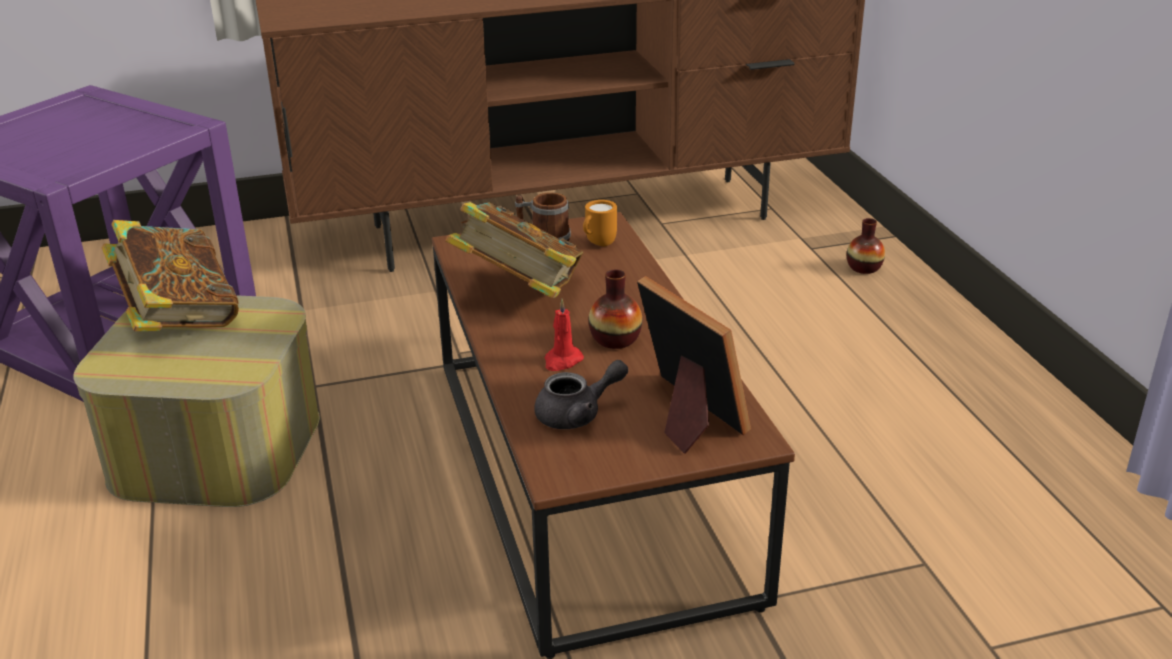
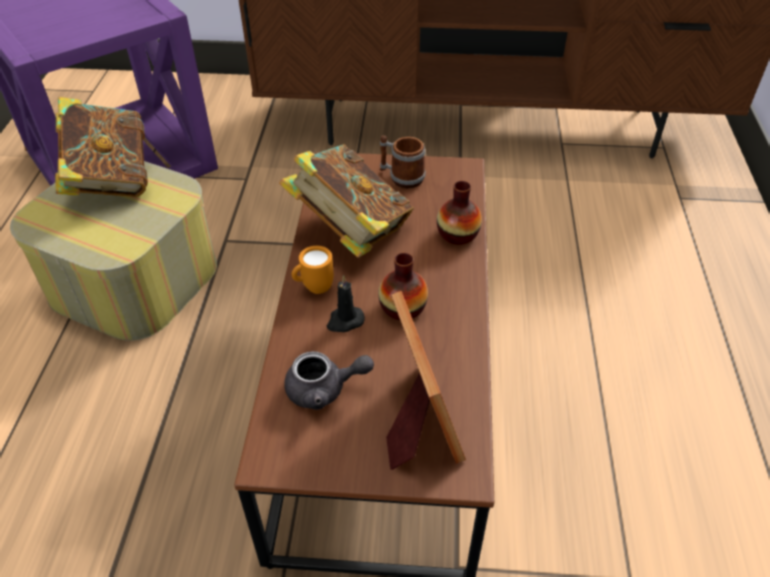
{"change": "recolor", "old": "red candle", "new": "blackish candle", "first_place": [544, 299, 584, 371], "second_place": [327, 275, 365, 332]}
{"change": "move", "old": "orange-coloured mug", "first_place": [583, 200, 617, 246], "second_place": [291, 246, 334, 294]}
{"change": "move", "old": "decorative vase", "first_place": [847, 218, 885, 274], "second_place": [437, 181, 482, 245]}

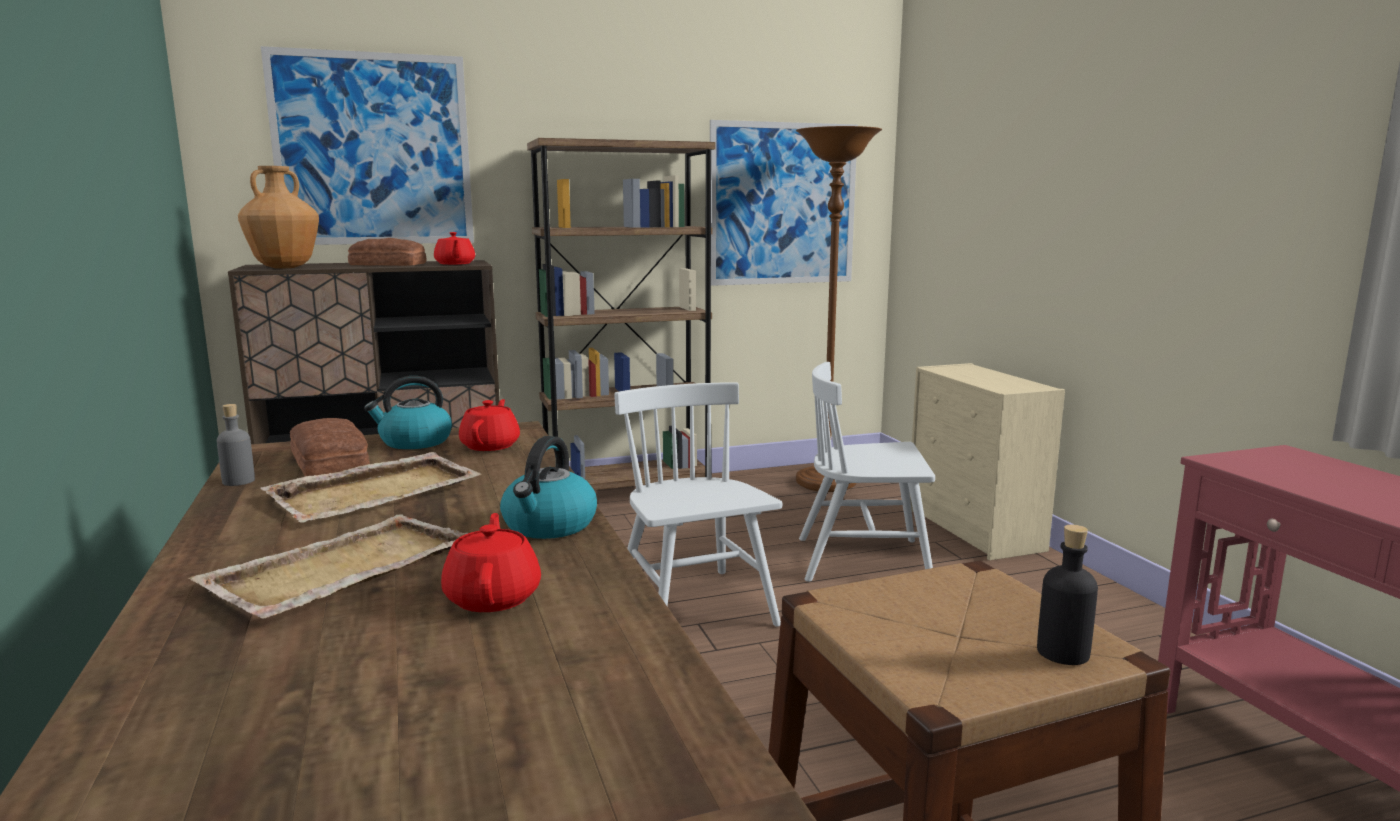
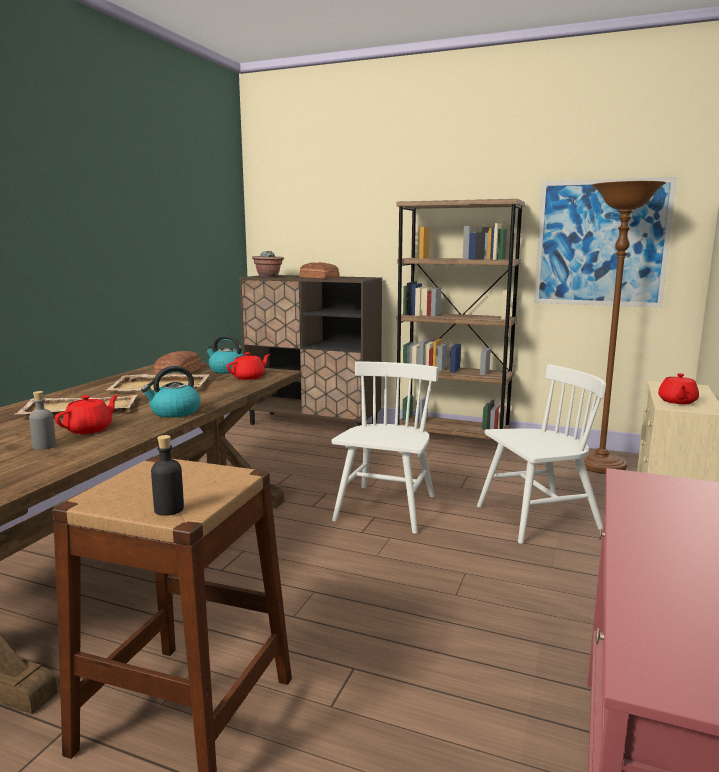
{"change": "move", "old": "gray drink bottle", "first_place": [217, 404, 255, 486], "second_place": [29, 391, 56, 450]}
{"change": "replace", "old": "brownish decorative vase", "new": "houseplant", "first_place": [238, 166, 319, 269], "second_place": [252, 251, 284, 277]}
{"change": "delete", "old": "picture", "first_place": [261, 46, 474, 245]}
{"change": "move", "old": "red teapot", "first_place": [434, 232, 475, 265], "second_place": [658, 373, 699, 404]}
{"change": "rotate", "old": "white-coloured upright chair", "first_place": [799, 362, 935, 582], "second_place": [477, 364, 606, 544], "degrees": 120}

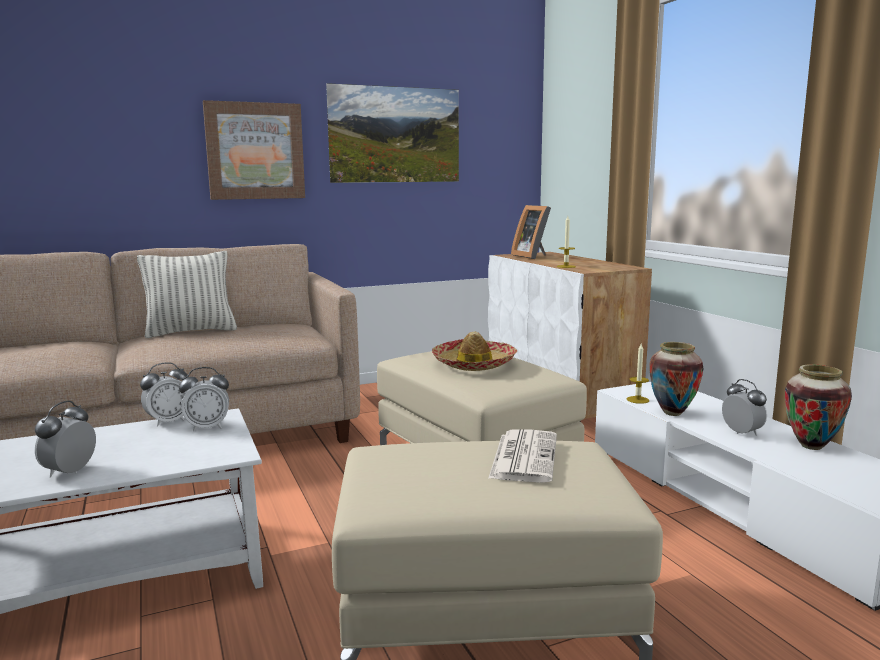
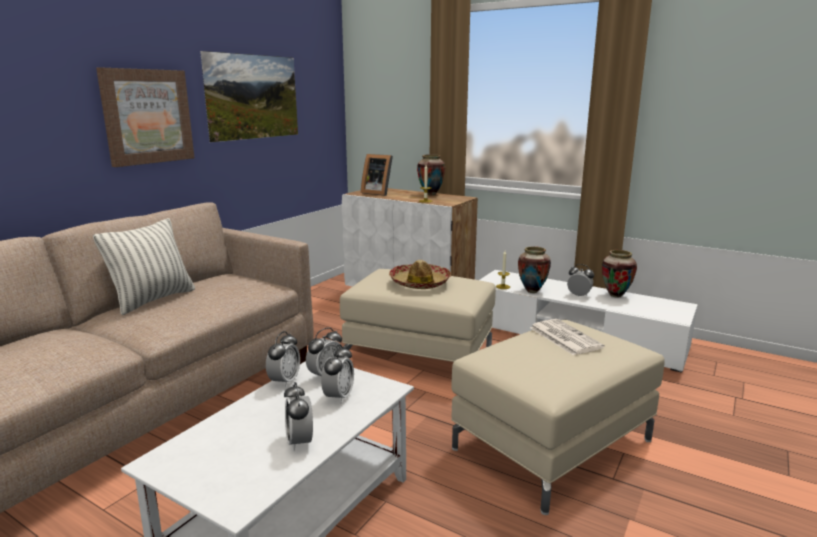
{"change": "insert", "new": "bedside clock", "second_place": [321, 344, 354, 404]}
{"change": "insert", "new": "decorative vase", "second_place": [417, 154, 445, 195]}

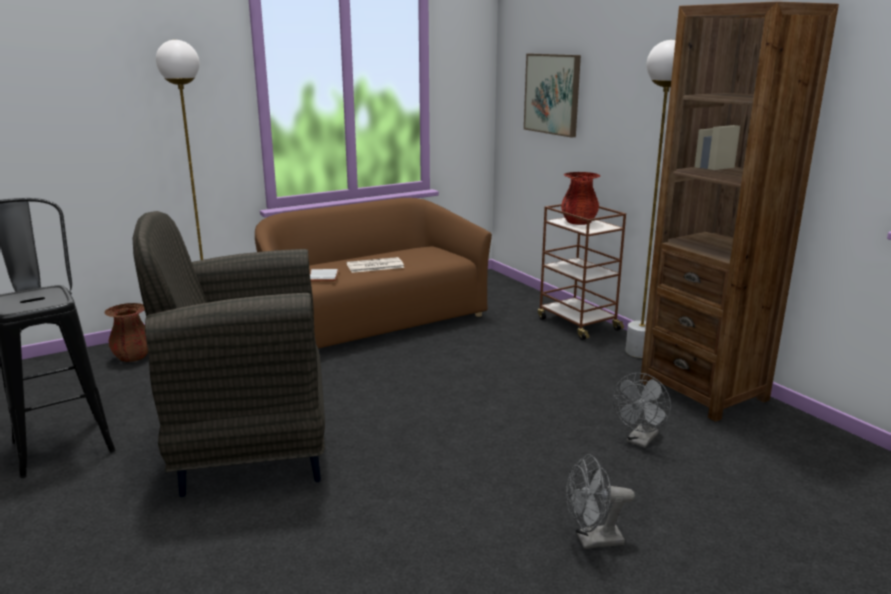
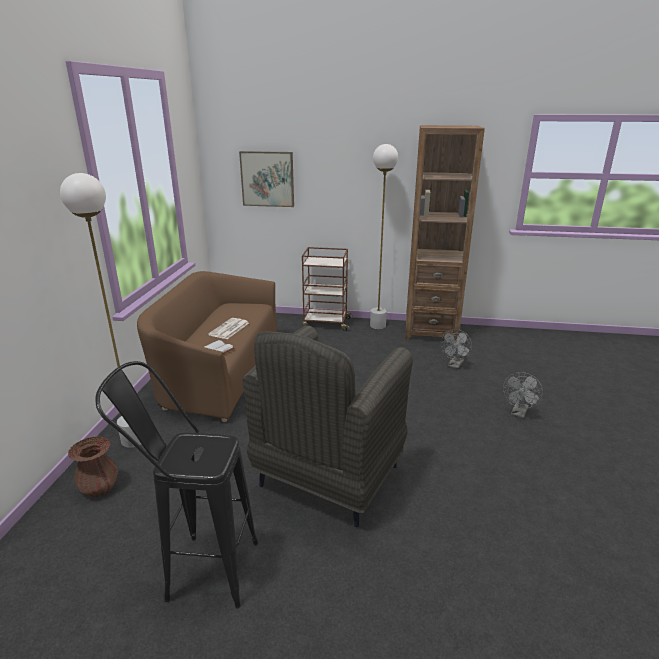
{"change": "delete", "old": "red decorative vase", "first_place": [561, 172, 601, 225]}
{"change": "rotate", "old": "gray fan", "first_place": [613, 373, 671, 448], "second_place": [441, 329, 472, 369], "degrees": 45}

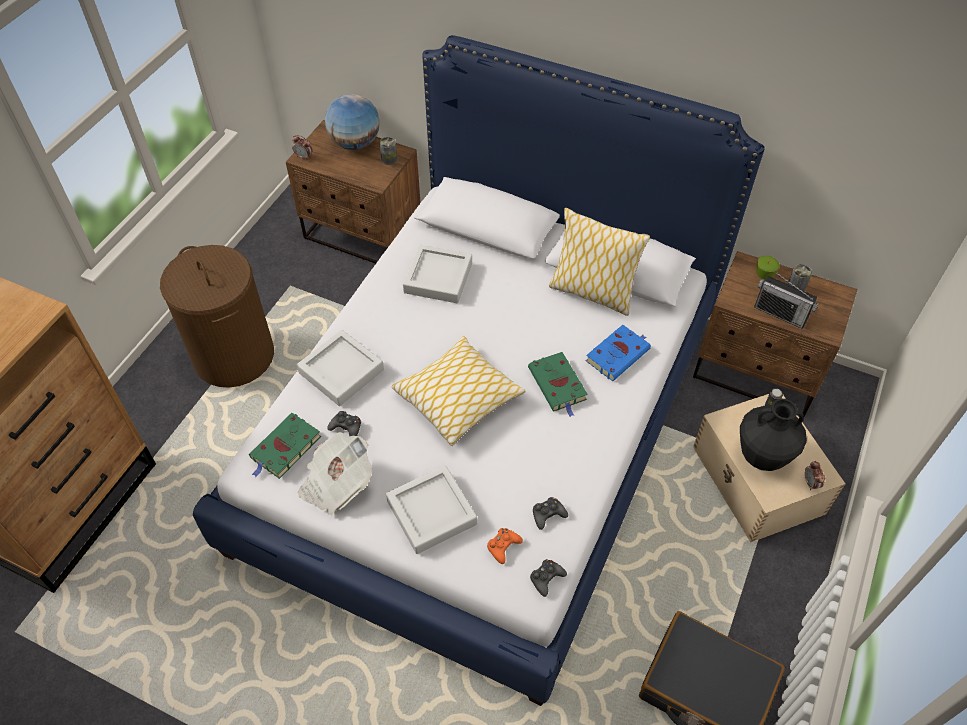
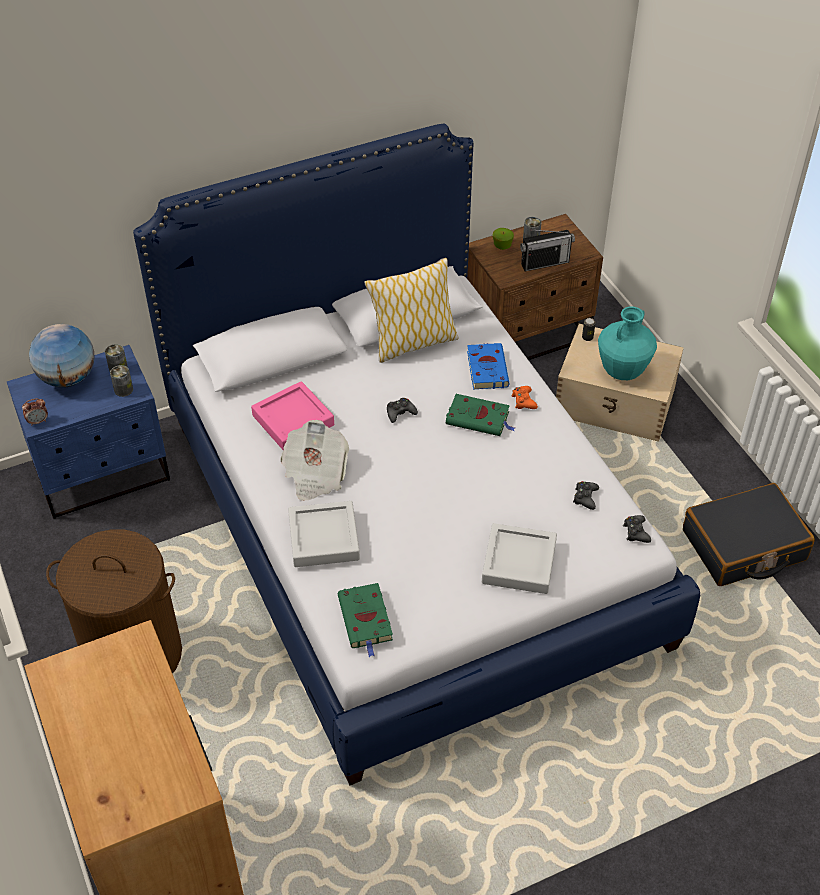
{"change": "recolor", "old": "brownish bedside table", "new": "blue-coloured bedside table", "first_place": [286, 120, 421, 264], "second_place": [7, 345, 170, 519]}
{"change": "move", "old": "printed paper", "first_place": [298, 432, 372, 515], "second_place": [280, 420, 349, 501]}
{"change": "move", "old": "blackish joypad", "first_place": [327, 411, 361, 436], "second_place": [387, 398, 418, 423]}
{"change": "delete", "old": "cushion", "first_place": [392, 336, 525, 446]}
{"change": "recolor", "old": "gray serving tray", "new": "pink serving tray", "first_place": [403, 245, 472, 303], "second_place": [251, 381, 334, 450]}
{"change": "move", "old": "orange-coloured joypad", "first_place": [487, 528, 523, 564], "second_place": [512, 386, 538, 409]}
{"change": "recolor", "old": "blackish decorative vase", "new": "blue-green decorative vase", "first_place": [740, 398, 807, 471], "second_place": [598, 306, 657, 380]}
{"change": "delete", "old": "bedside clock", "first_place": [805, 461, 825, 490]}
{"change": "insert", "new": "can", "second_place": [110, 365, 133, 397]}

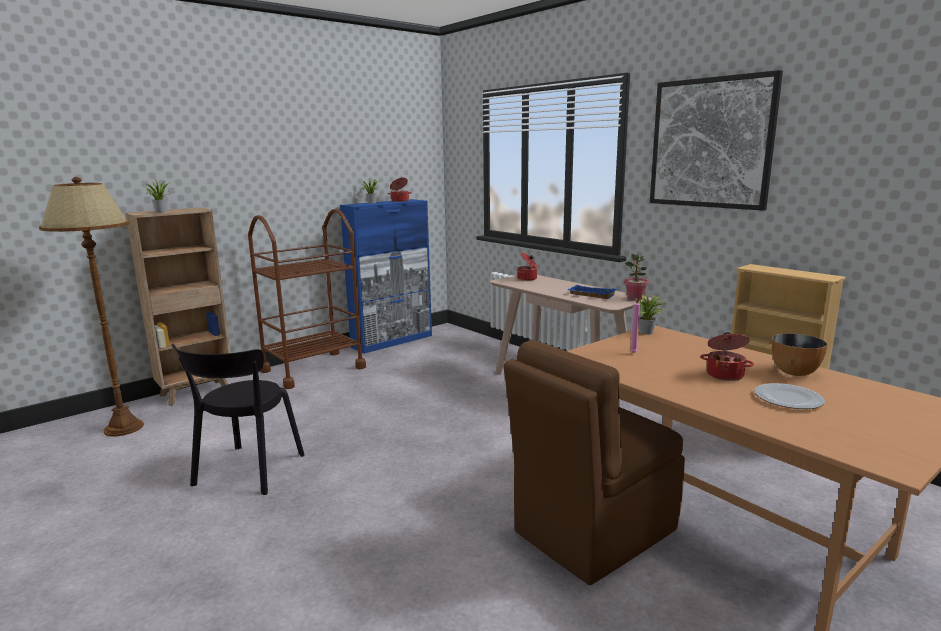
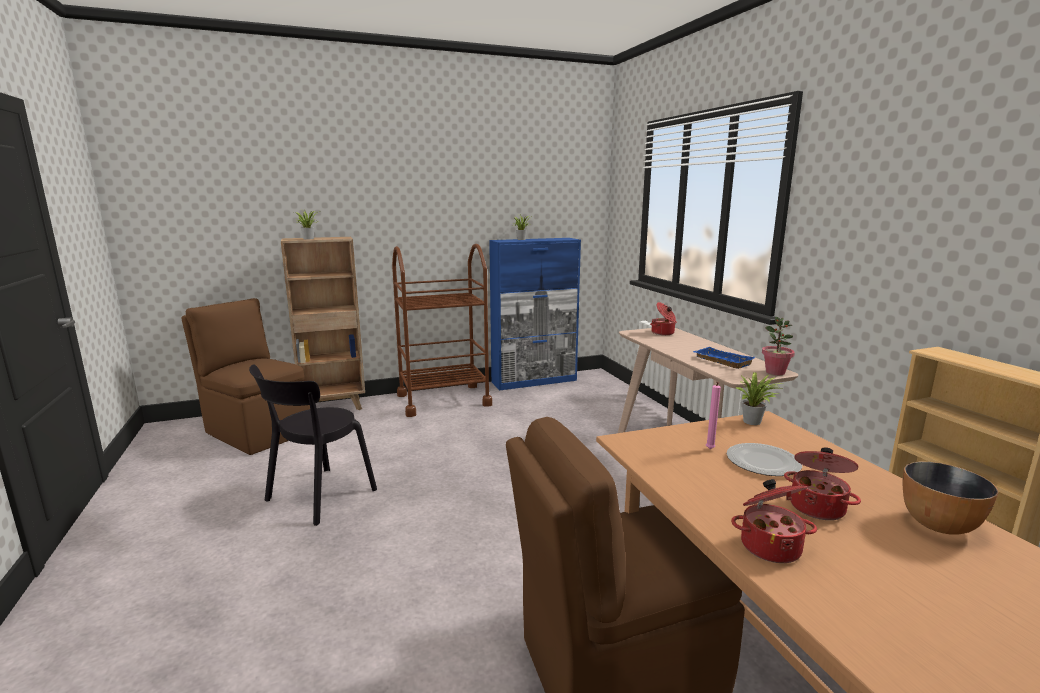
{"change": "replace", "old": "brownish floor lamp", "new": "brownish upright chair", "first_place": [39, 177, 144, 436], "second_place": [182, 298, 310, 455]}
{"change": "move", "old": "cooking pot", "first_place": [387, 177, 412, 202], "second_place": [731, 479, 817, 563]}
{"change": "delete", "old": "picture", "first_place": [650, 70, 783, 211]}
{"change": "move", "old": "dinner plate", "first_place": [754, 383, 825, 409], "second_place": [727, 443, 802, 476]}

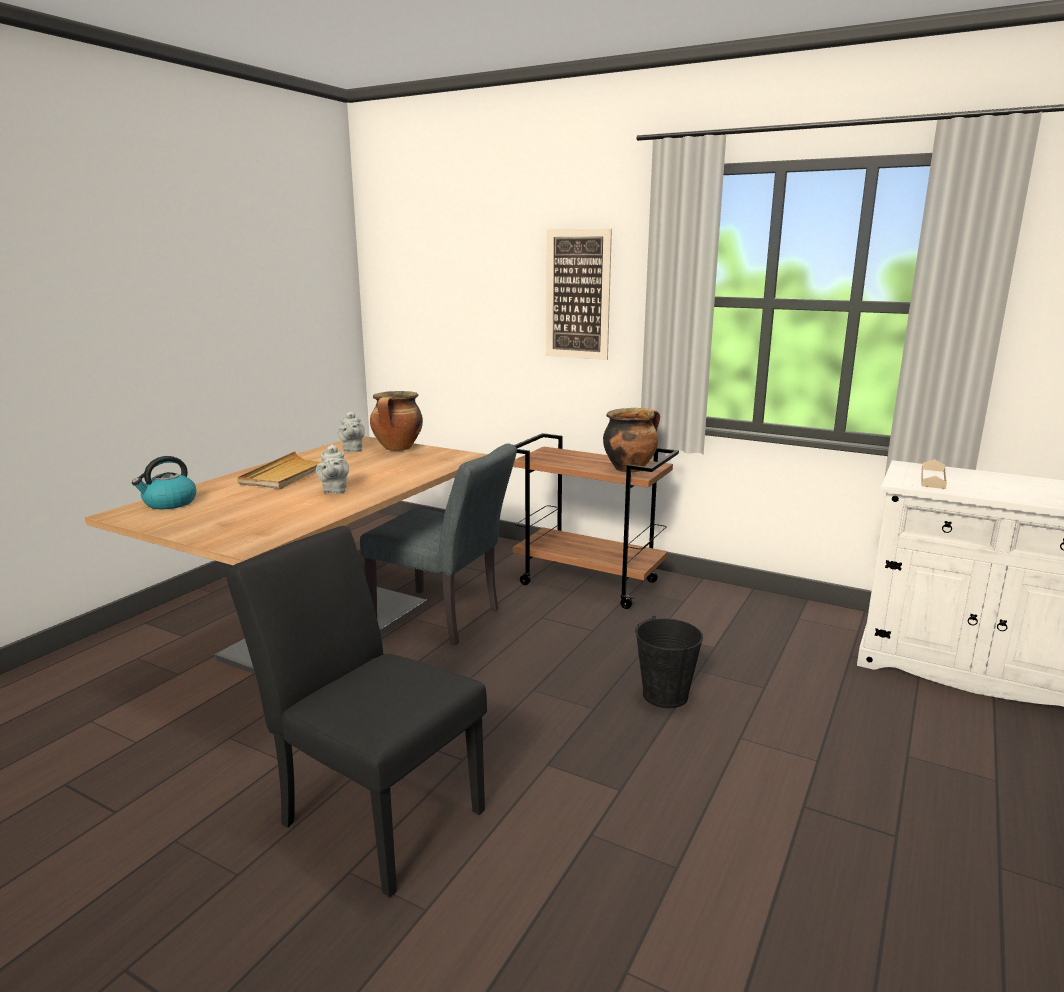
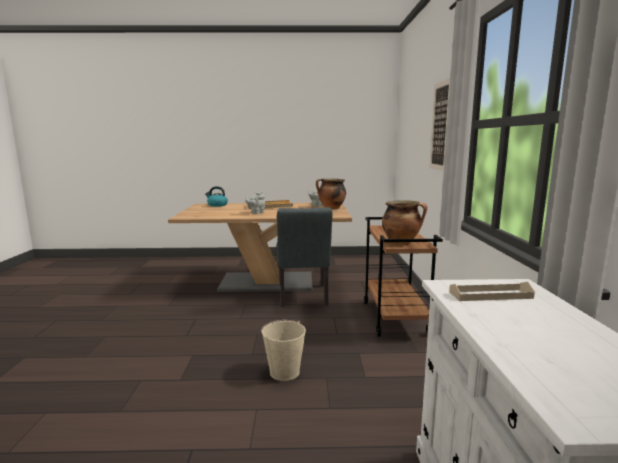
{"change": "delete", "old": "blackish upright chair", "first_place": [226, 526, 487, 898]}
{"change": "recolor", "old": "blackish water bucket", "new": "beige water bucket", "first_place": [635, 616, 703, 708], "second_place": [261, 320, 306, 381]}

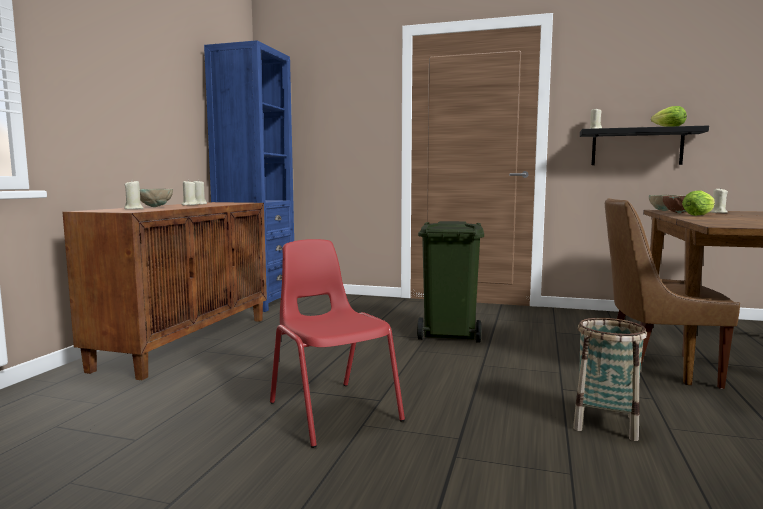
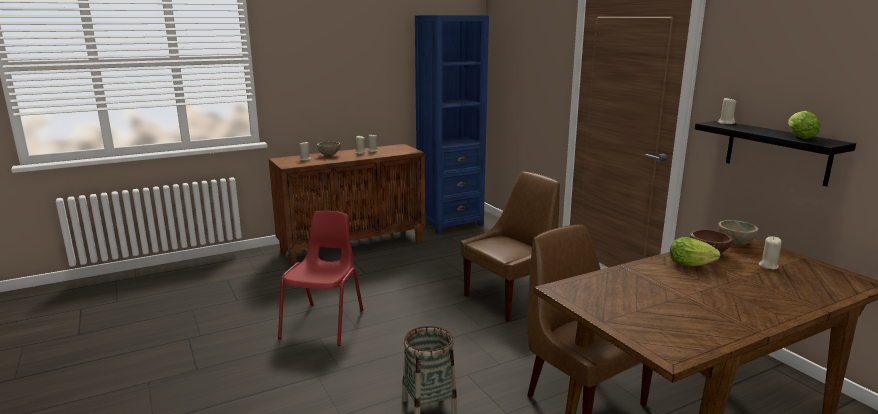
{"change": "replace", "old": "green-coloured rubbish bin", "new": "brownish upright chair", "first_place": [417, 221, 484, 343], "second_place": [461, 171, 560, 322]}

